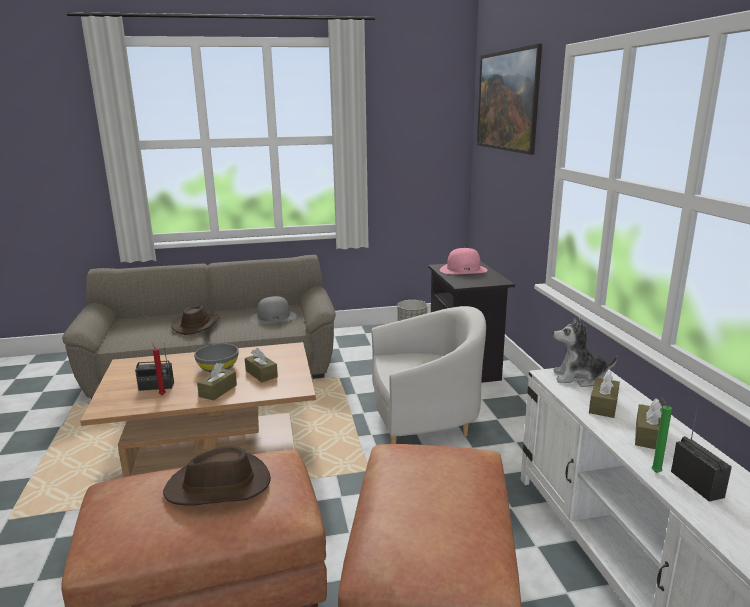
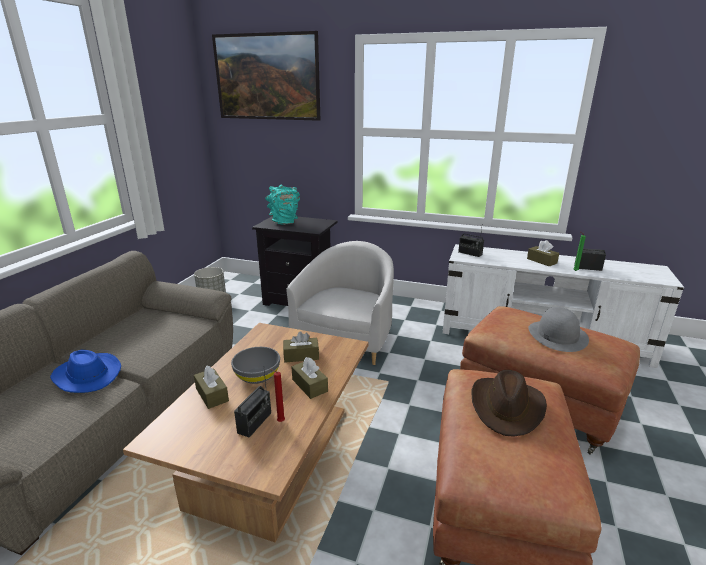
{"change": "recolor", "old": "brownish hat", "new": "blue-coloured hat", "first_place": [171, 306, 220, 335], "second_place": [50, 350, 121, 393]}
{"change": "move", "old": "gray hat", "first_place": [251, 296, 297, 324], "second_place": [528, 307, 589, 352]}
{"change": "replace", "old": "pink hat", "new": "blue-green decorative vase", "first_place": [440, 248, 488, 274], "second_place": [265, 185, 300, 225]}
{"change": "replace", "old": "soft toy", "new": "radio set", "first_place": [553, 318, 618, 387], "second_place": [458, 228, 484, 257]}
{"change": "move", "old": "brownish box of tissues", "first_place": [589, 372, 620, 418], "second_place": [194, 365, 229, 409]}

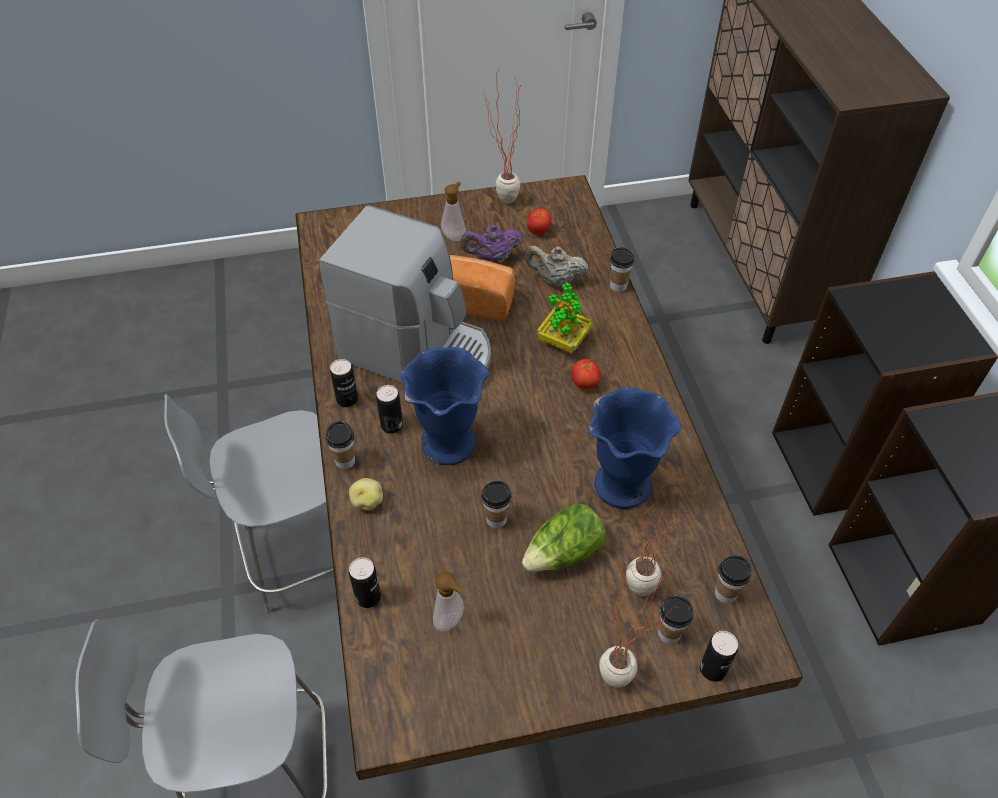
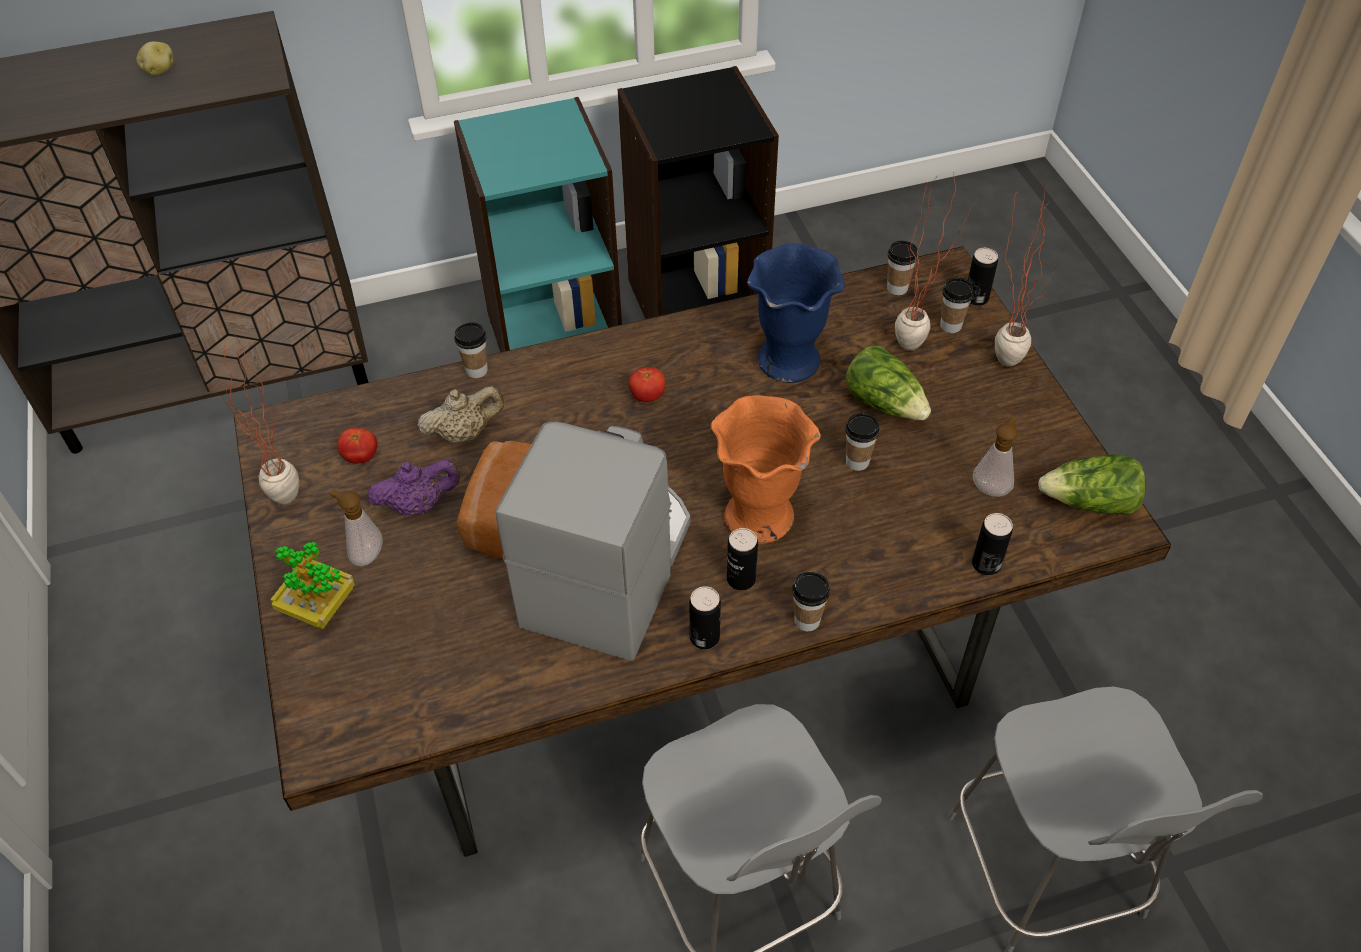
{"change": "move", "old": "potato", "first_place": [349, 478, 383, 511], "second_place": [136, 42, 174, 76]}
{"change": "recolor", "old": "blue-coloured decorative vase", "new": "orange-coloured decorative vase", "first_place": [401, 347, 489, 465], "second_place": [710, 395, 821, 544]}
{"change": "rotate", "old": "purplish teapot", "first_place": [461, 225, 523, 263], "second_place": [367, 460, 460, 516], "degrees": -90}
{"change": "rotate", "old": "beige teapot", "first_place": [525, 245, 588, 287], "second_place": [417, 386, 504, 443], "degrees": -120}
{"change": "move", "old": "houseplant", "first_place": [537, 283, 592, 353], "second_place": [270, 542, 355, 629]}
{"change": "recolor", "old": "blackish bookcase", "new": "blue-green bookcase", "first_place": [772, 271, 998, 516], "second_place": [454, 97, 622, 352]}
{"change": "insert", "new": "head of lettuce", "second_place": [1038, 454, 1146, 515]}

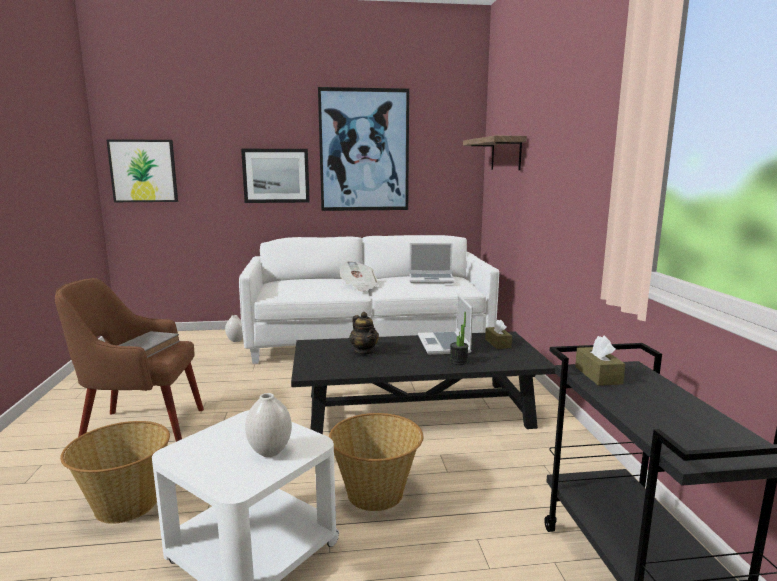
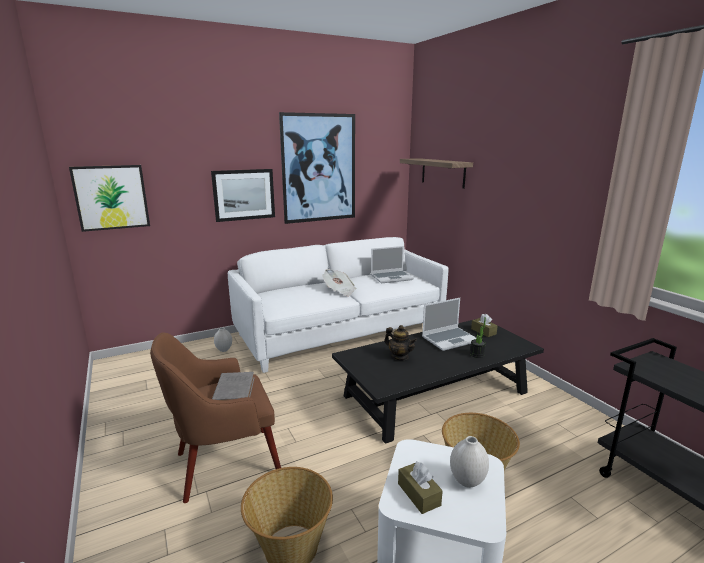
{"change": "rotate", "old": "laptop", "first_place": [418, 293, 473, 355], "second_place": [422, 298, 476, 351], "degrees": -90}
{"change": "move", "old": "brownish box of tissues", "first_place": [575, 335, 625, 386], "second_place": [398, 461, 443, 514]}

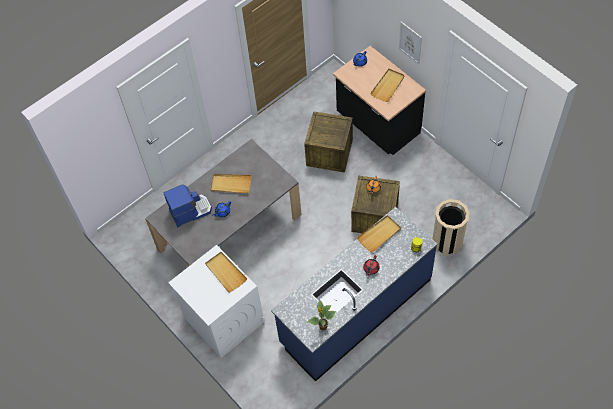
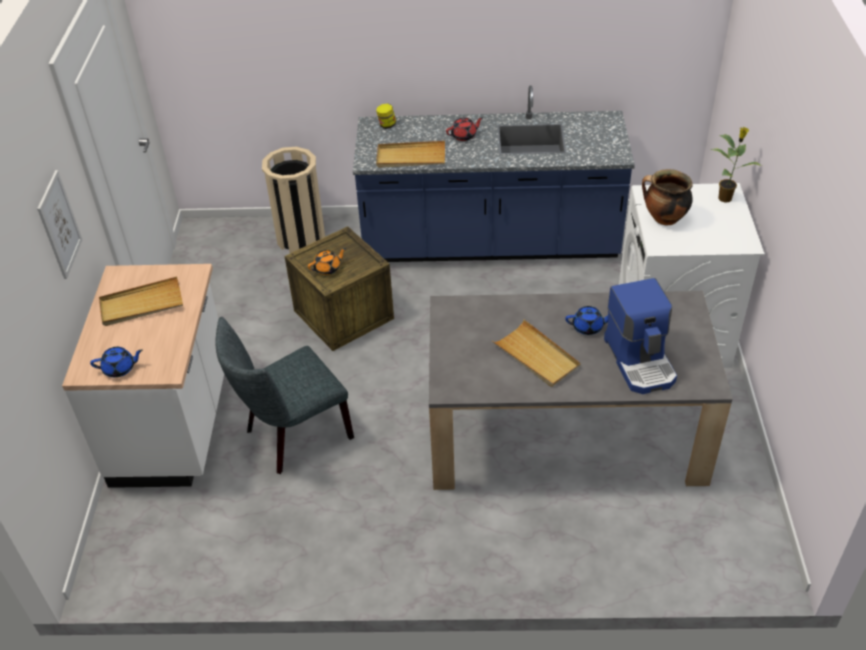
{"change": "rotate", "old": "coffee machine", "first_place": [164, 184, 212, 227], "second_place": [604, 278, 677, 394], "degrees": -120}
{"change": "replace", "old": "beige serving tray", "new": "cooking pot", "first_place": [205, 252, 247, 293], "second_place": [642, 169, 693, 225]}
{"change": "replace", "old": "crate", "new": "gray upright chair", "first_place": [304, 111, 353, 173], "second_place": [215, 317, 354, 474]}
{"change": "move", "old": "houseplant", "first_place": [307, 301, 337, 331], "second_place": [710, 127, 762, 203]}
{"change": "recolor", "old": "blackish kitchen counter", "new": "white-coloured kitchen counter", "first_place": [333, 46, 426, 155], "second_place": [62, 264, 224, 488]}

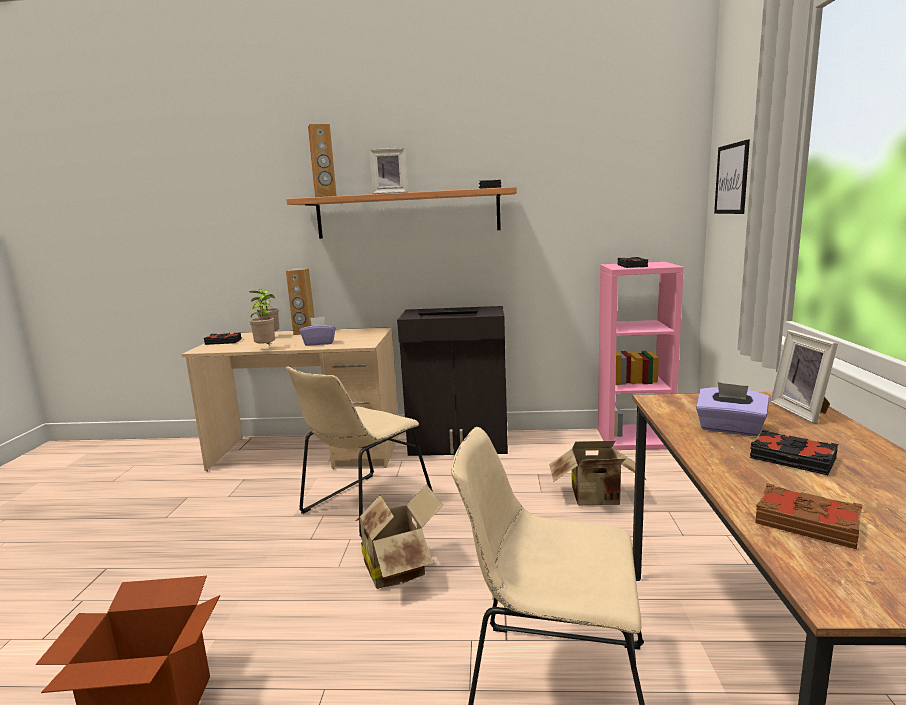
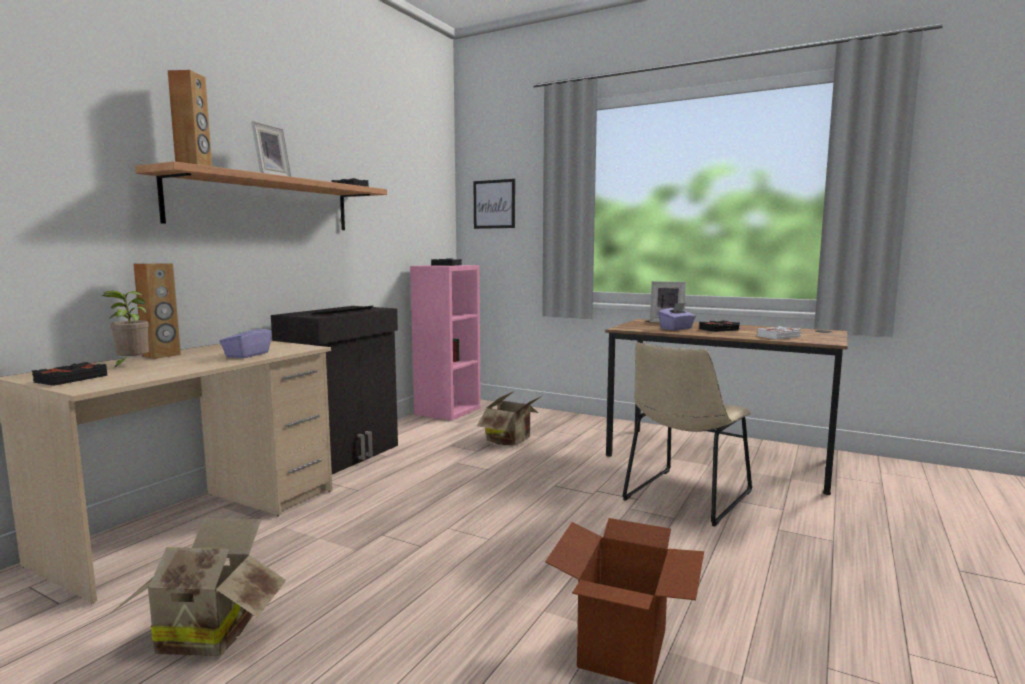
{"change": "delete", "old": "houseplant", "first_place": [248, 295, 275, 345]}
{"change": "delete", "old": "beige upright chair", "first_place": [286, 366, 433, 539]}
{"change": "move", "old": "carton", "first_place": [356, 484, 443, 589], "second_place": [111, 518, 286, 656]}
{"change": "recolor", "old": "brownish book", "new": "white-coloured book", "first_place": [755, 483, 863, 549], "second_place": [757, 326, 801, 339]}

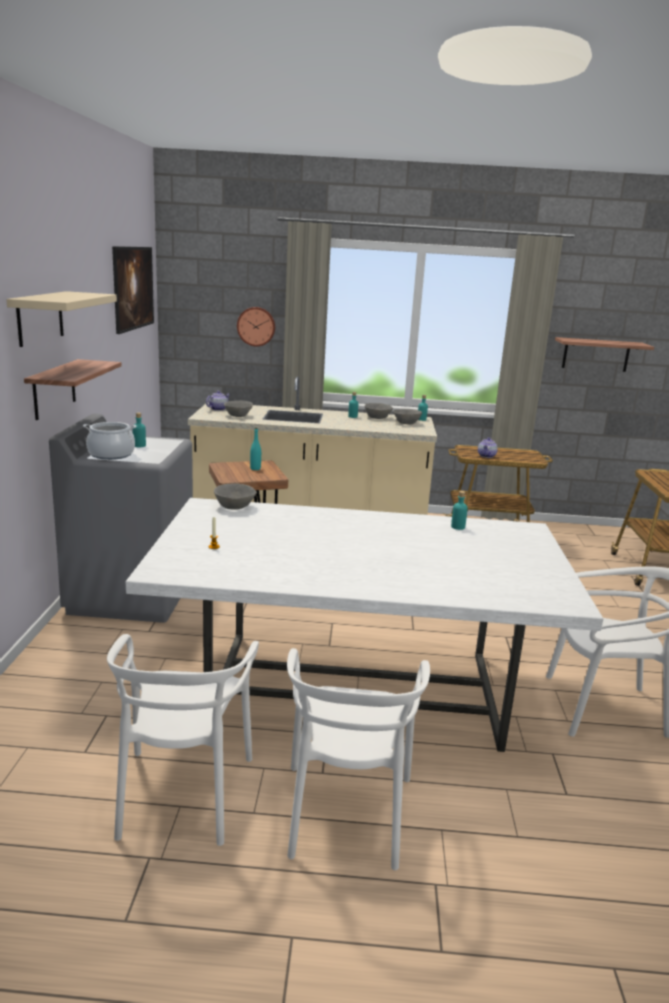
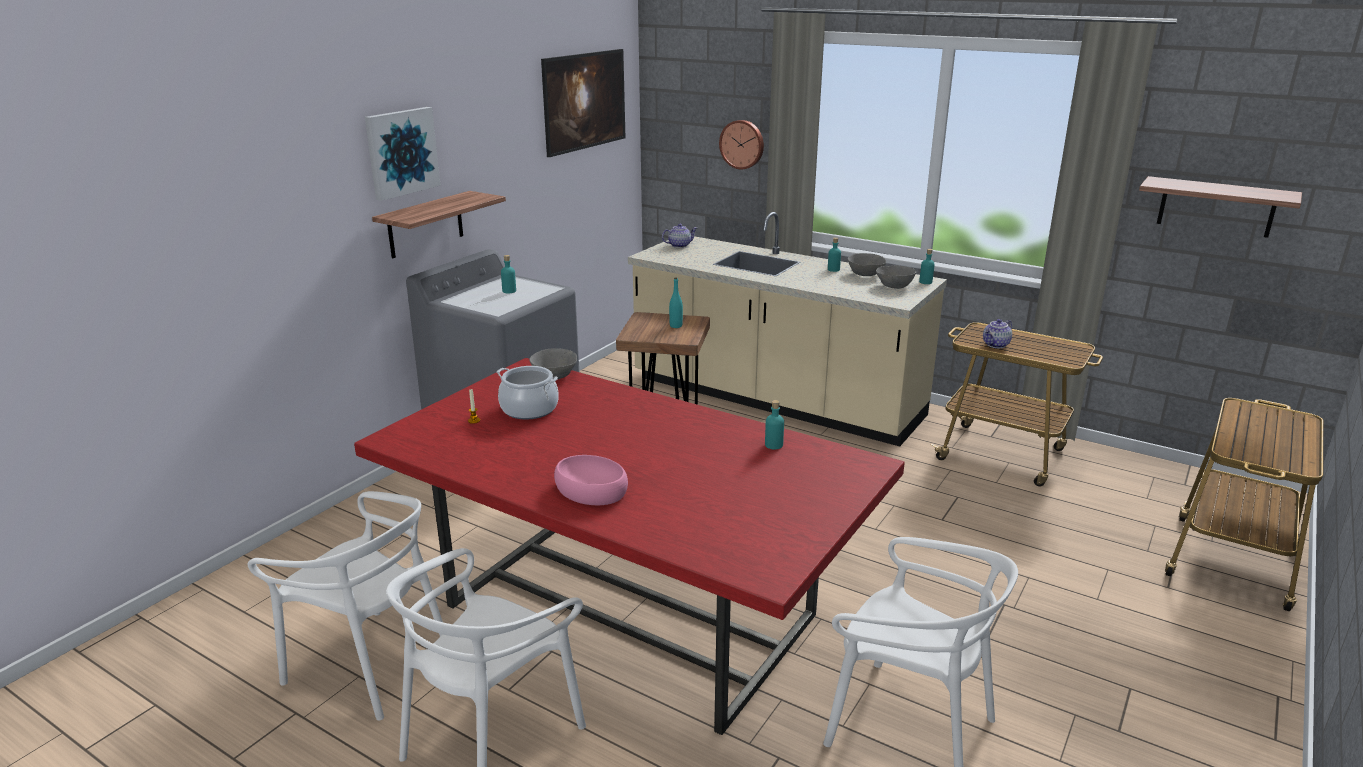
{"change": "replace", "old": "beige bracket shelf", "new": "picture", "first_place": [6, 291, 117, 347], "second_place": [365, 107, 441, 201]}
{"change": "move", "old": "cooking pot", "first_place": [83, 422, 137, 460], "second_place": [496, 366, 559, 420]}
{"change": "rotate", "old": "white-coloured upright chair", "first_place": [107, 634, 259, 846], "second_place": [247, 491, 443, 720], "degrees": -90}
{"change": "recolor", "old": "white-coloured kitchen table", "new": "red kitchen table", "first_place": [126, 498, 603, 752], "second_place": [354, 358, 905, 735]}
{"change": "delete", "old": "gray serving bowl", "first_place": [224, 401, 253, 417]}
{"change": "insert", "new": "pink serving bowl", "second_place": [554, 455, 628, 505]}

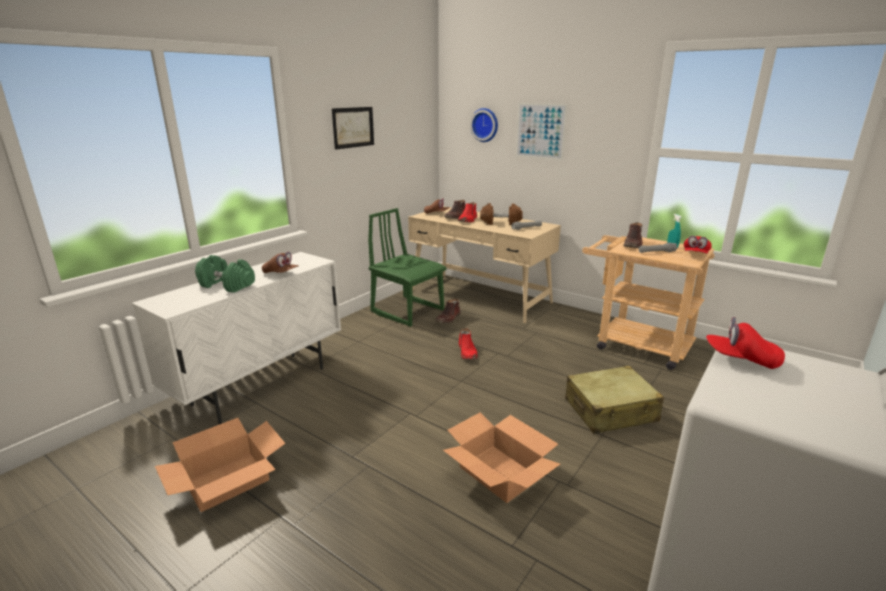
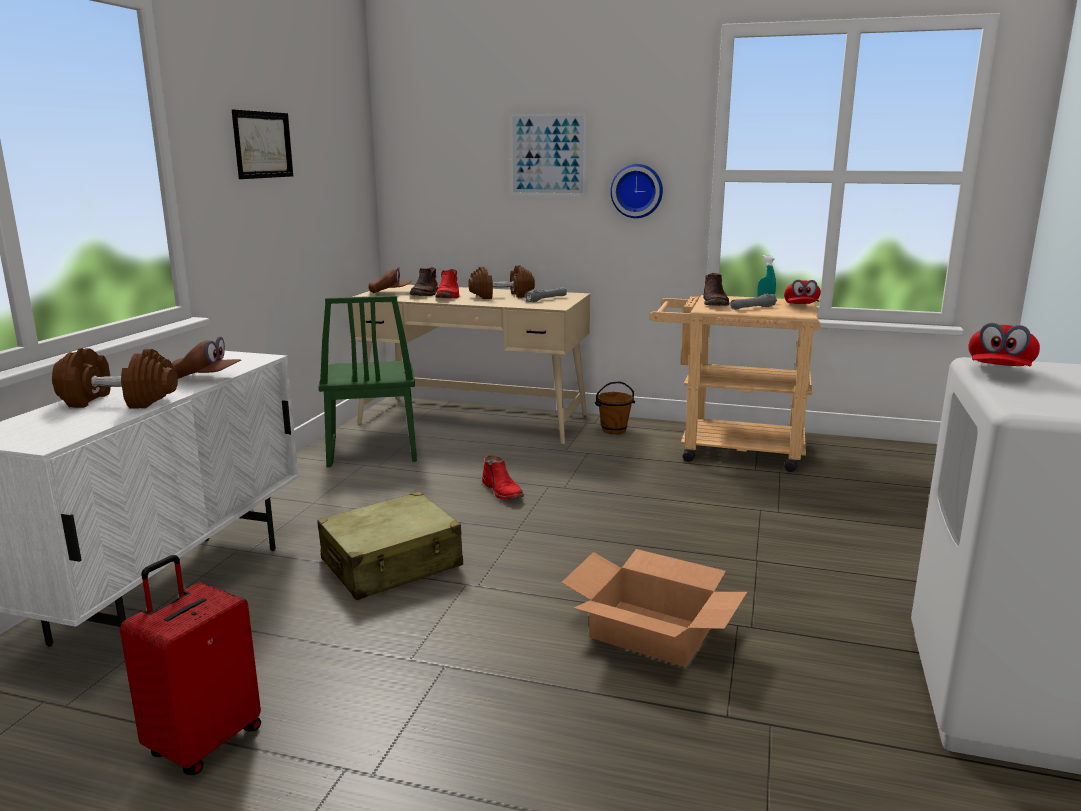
{"change": "replace", "old": "carton", "new": "red travel case", "first_place": [155, 418, 286, 512], "second_place": [120, 555, 261, 775]}
{"change": "recolor", "old": "green-coloured dumbbell", "new": "brownish dumbbell", "first_place": [195, 255, 255, 293], "second_place": [52, 348, 178, 409]}
{"change": "rotate", "old": "green-coloured upright chair", "first_place": [368, 208, 447, 327], "second_place": [318, 296, 417, 467], "degrees": -120}
{"change": "delete", "old": "brownish high-top boot", "first_place": [435, 299, 461, 323]}
{"change": "move", "old": "hanging clock", "first_place": [470, 108, 498, 142], "second_place": [610, 164, 663, 218]}
{"change": "move", "old": "beige travel case", "first_place": [565, 366, 664, 434], "second_place": [317, 492, 463, 600]}
{"change": "rotate", "old": "red baseball cap", "first_place": [706, 317, 785, 369], "second_place": [968, 323, 1040, 366], "degrees": -60}
{"change": "insert", "new": "brownish water bucket", "second_place": [595, 381, 635, 434]}

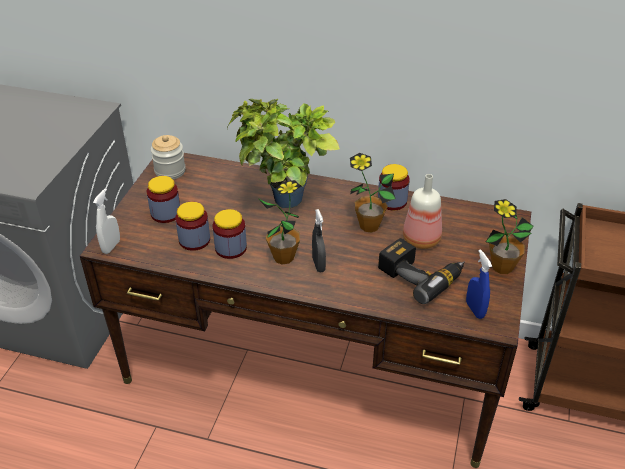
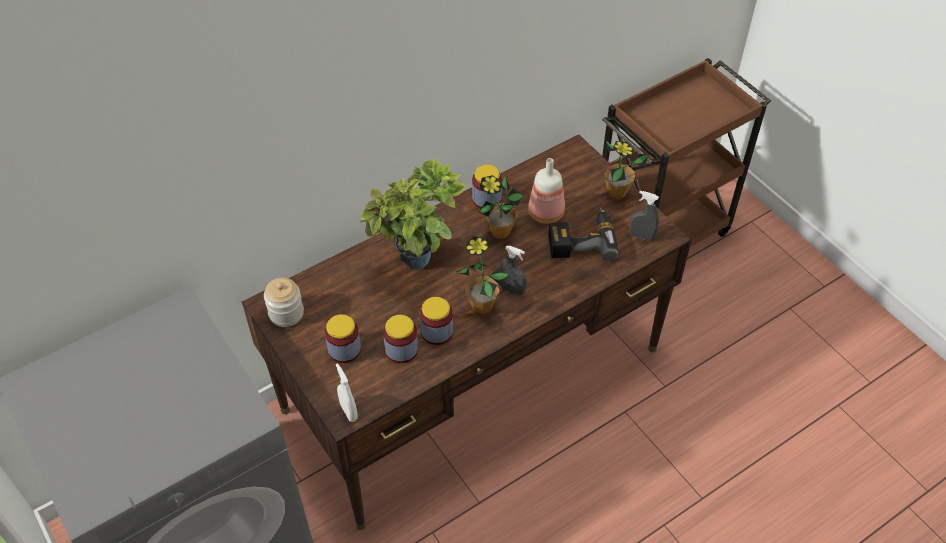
{"change": "recolor", "old": "blue-coloured hand sprayer", "new": "gray hand sprayer", "first_place": [466, 249, 492, 319], "second_place": [630, 191, 659, 241]}

